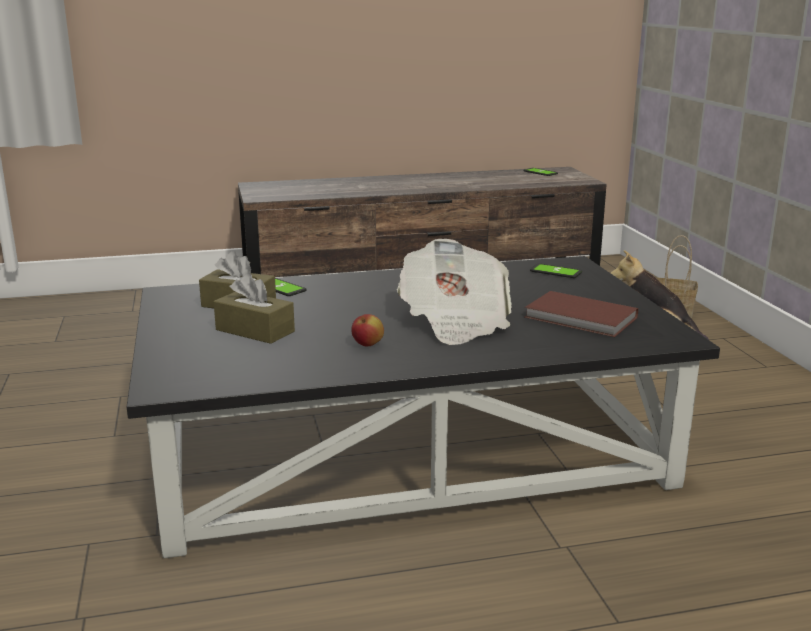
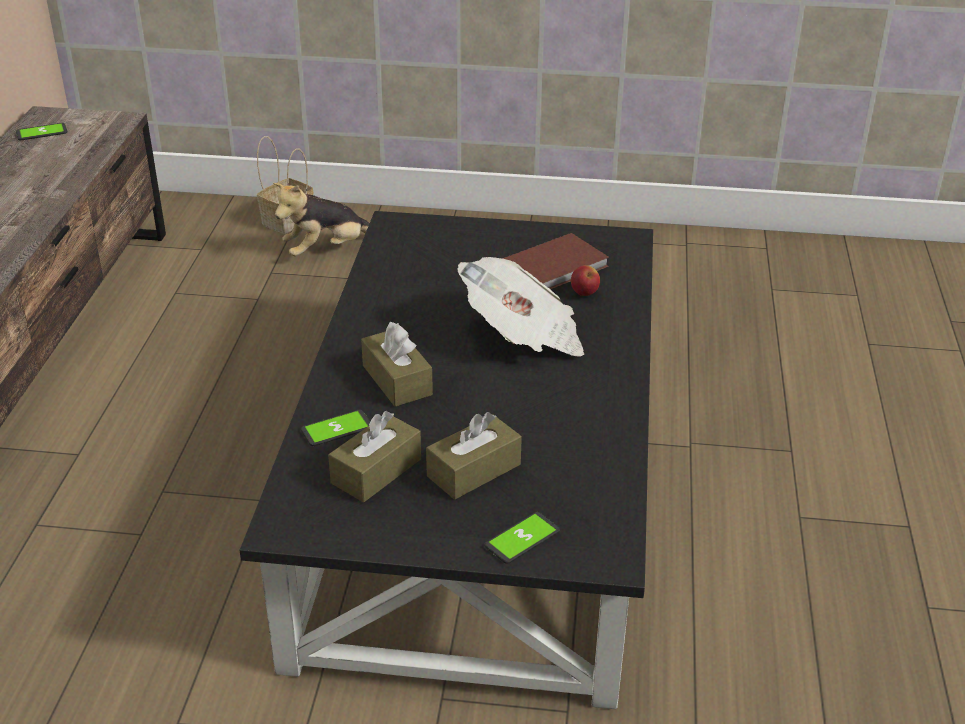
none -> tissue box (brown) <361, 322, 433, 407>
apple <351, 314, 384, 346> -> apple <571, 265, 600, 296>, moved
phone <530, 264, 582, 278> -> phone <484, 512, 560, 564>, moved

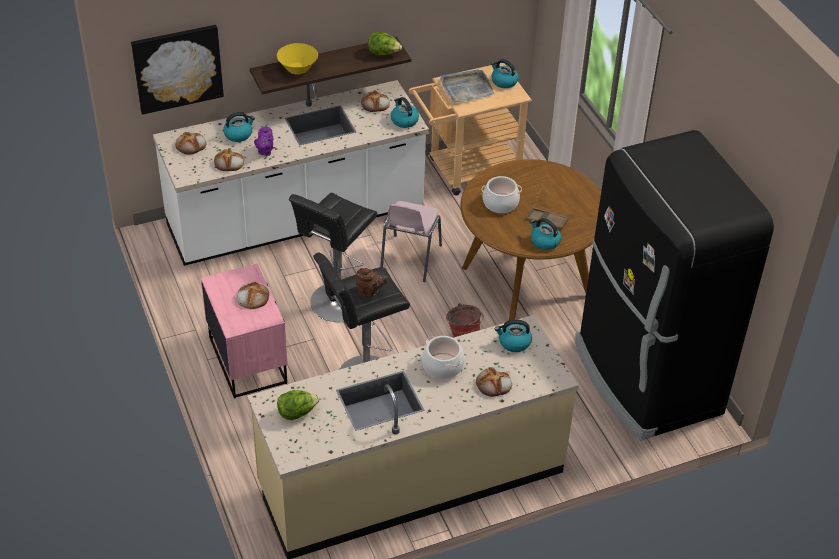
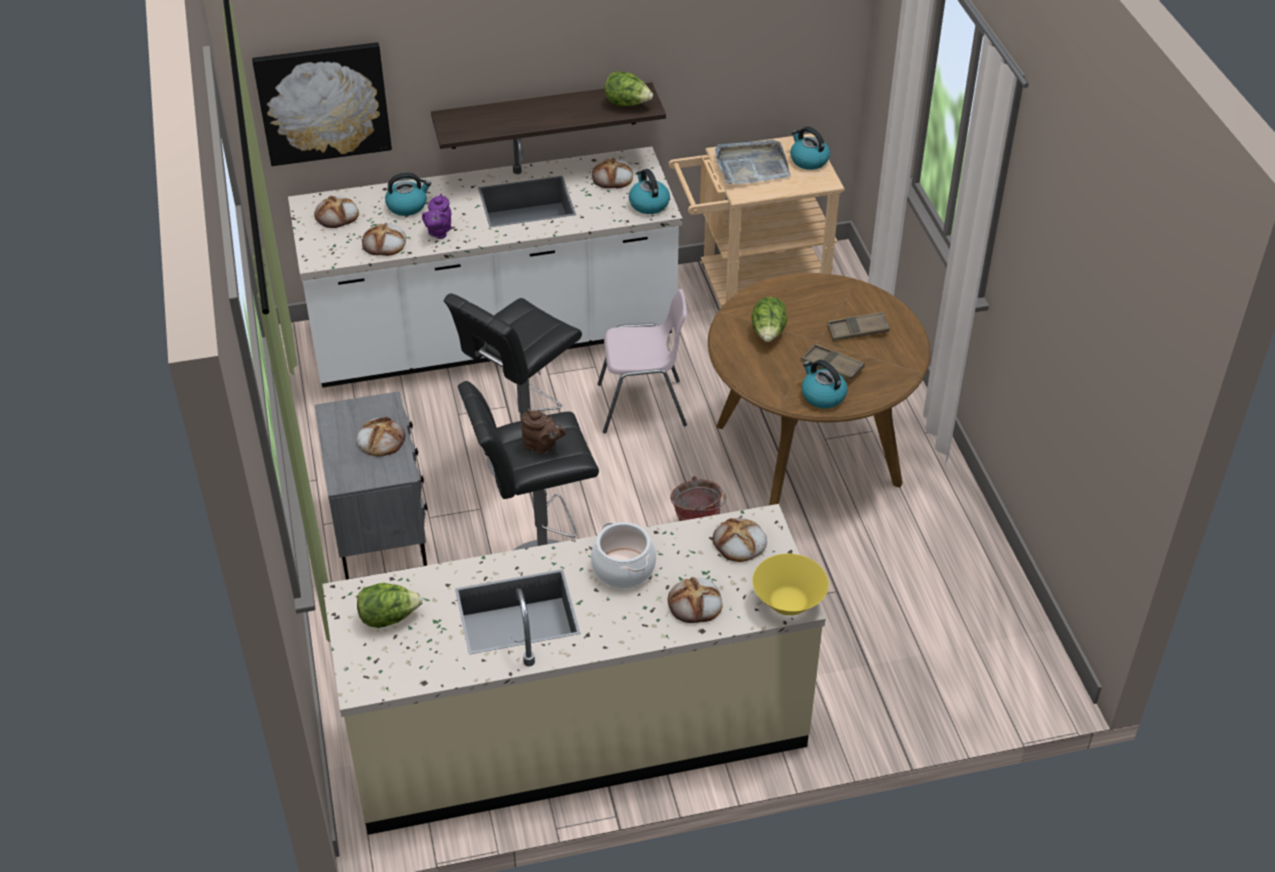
fridge (black) <575, 130, 774, 441> -> none
none -> tray (brown) <827, 312, 890, 341>
bowl (yellow) <277, 43, 318, 75> -> bowl (yellow) <752, 554, 829, 616>, moved
cooking pot <482, 176, 522, 213> -> lettuce <752, 297, 787, 342>
kettle <494, 319, 532, 352> -> bread <713, 518, 767, 562>
nightstand (pink) <201, 264, 287, 399> -> nightstand (grey) <315, 391, 427, 580>
chair (pink) <380, 201, 442, 282> -> chair (pink) <597, 289, 687, 433>, 120 degrees counterclockwise

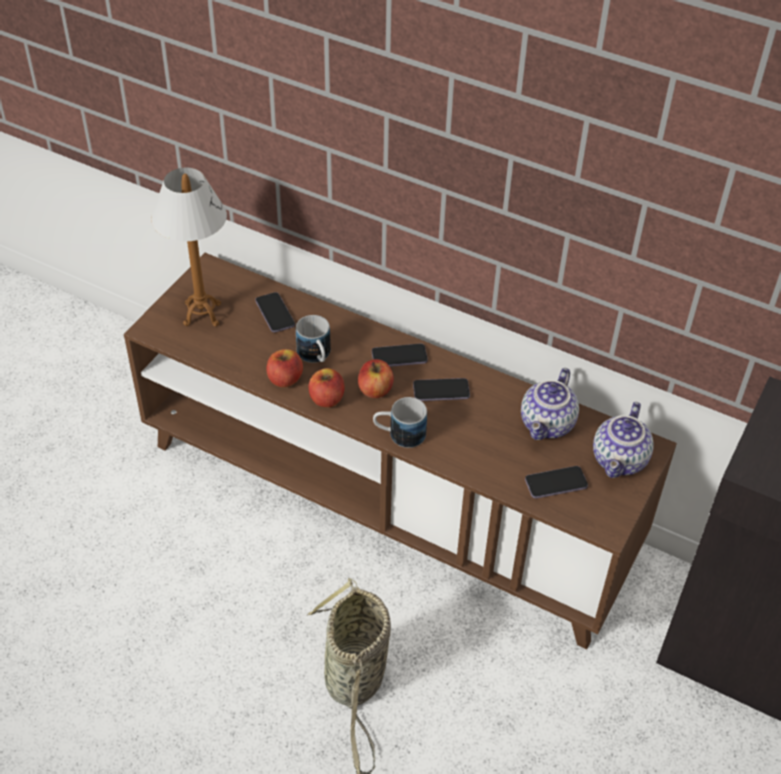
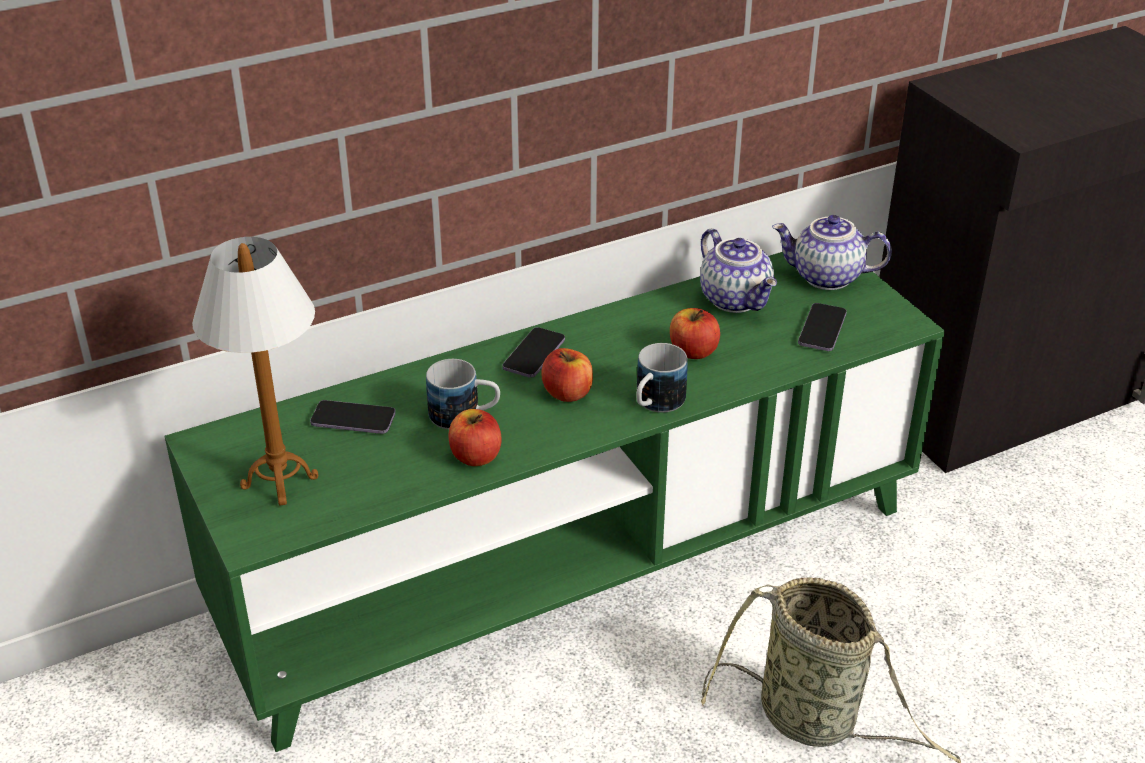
phone <413, 378, 470, 401> -> none
apple <308, 368, 345, 408> -> apple <670, 308, 720, 359>, moved
tv stand (brown) <124, 253, 677, 649> -> tv stand (green) <164, 252, 945, 752>
teapot <593, 402, 654, 478> -> teapot <772, 215, 892, 290>, 135 degrees clockwise

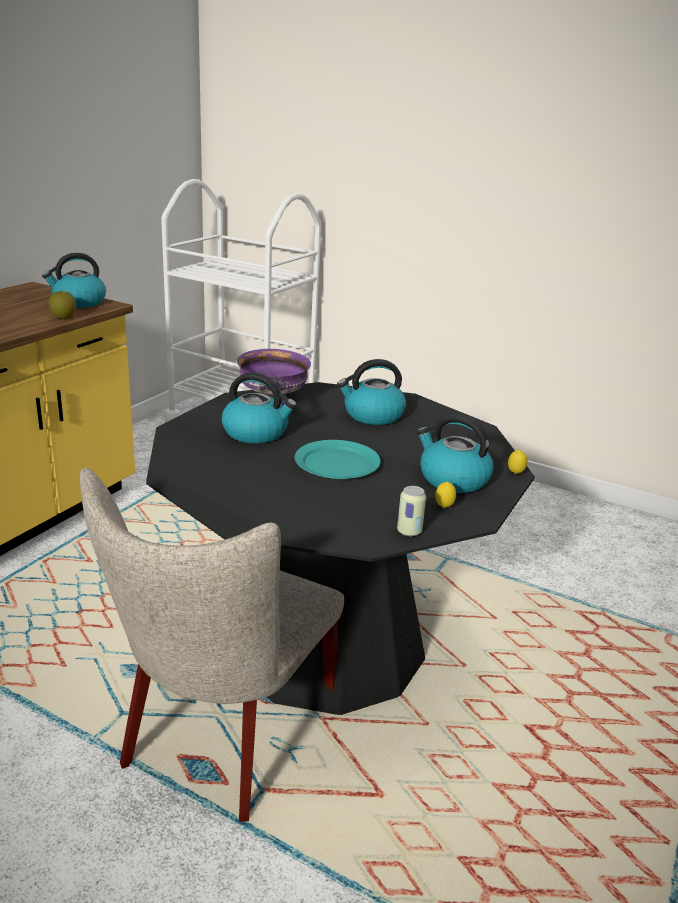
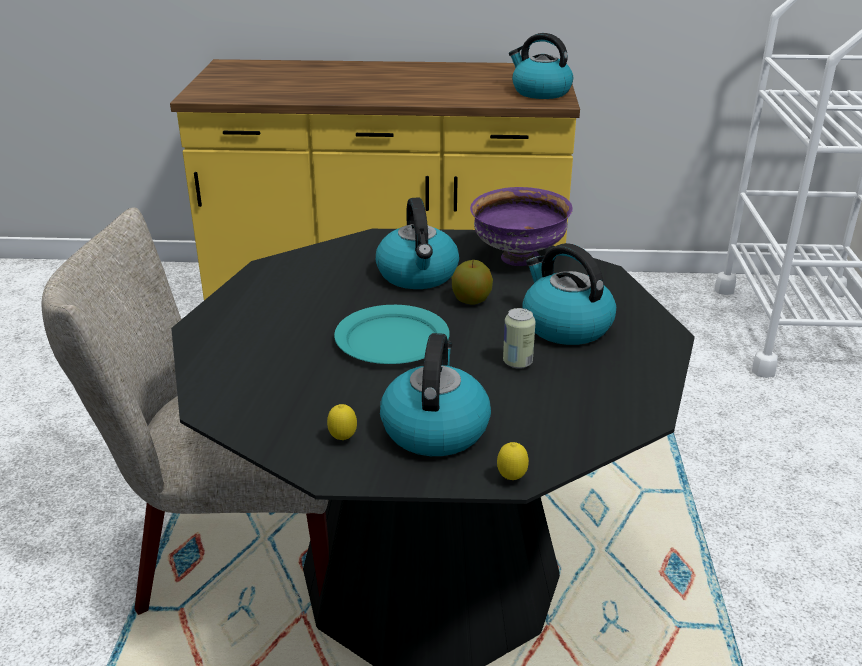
apple <49, 290, 76, 319> -> apple <452, 260, 493, 305>, moved
can <397, 486, 426, 536> -> can <503, 308, 536, 369>, moved

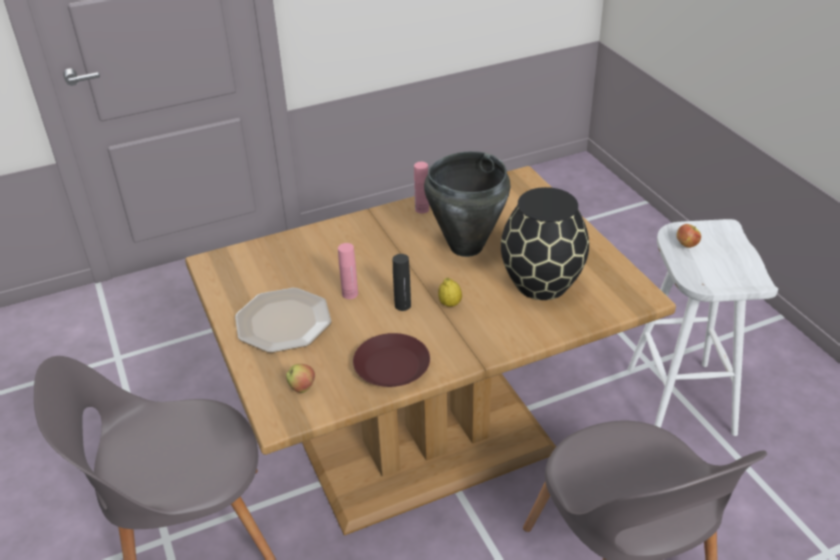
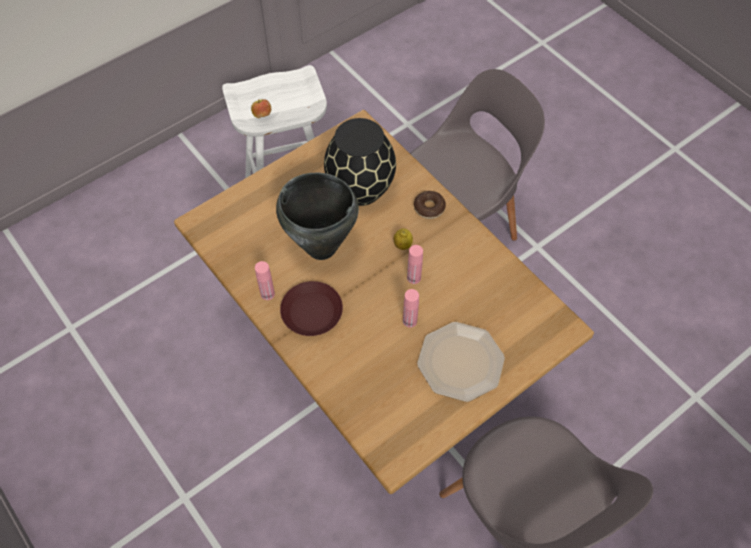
apple <286, 364, 315, 393> -> none
none -> donut <414, 191, 446, 219>
plate (brown) <353, 333, 430, 387> -> plate (brown) <280, 281, 343, 336>, moved
bottle (black) <393, 254, 411, 311> -> bottle (pink) <407, 245, 423, 284>

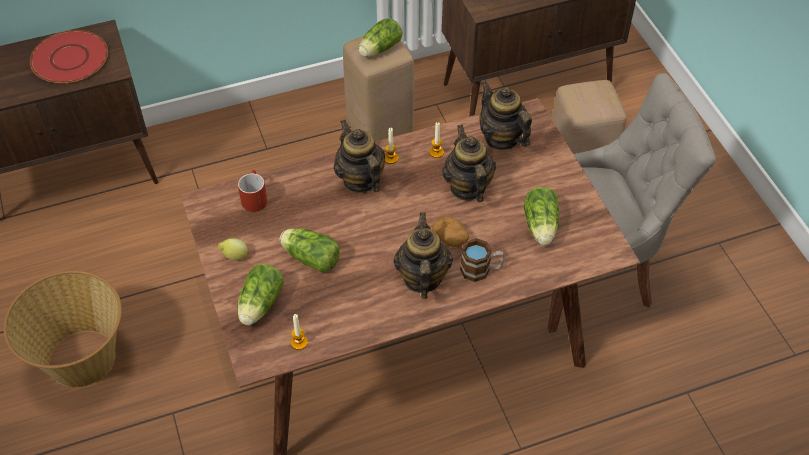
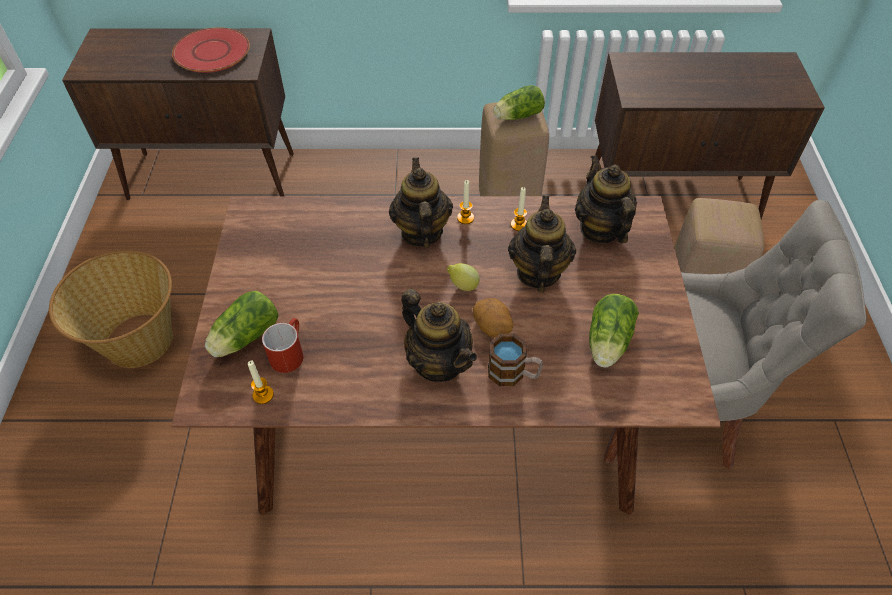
lettuce <279, 228, 340, 273> -> none
lemon <218, 238, 248, 261> -> lemon <447, 263, 480, 291>, moved
mug (red) <238, 170, 267, 212> -> mug (red) <262, 318, 303, 373>, moved
teapot <394, 212, 453, 299> -> teapot <401, 289, 477, 382>, 120 degrees clockwise

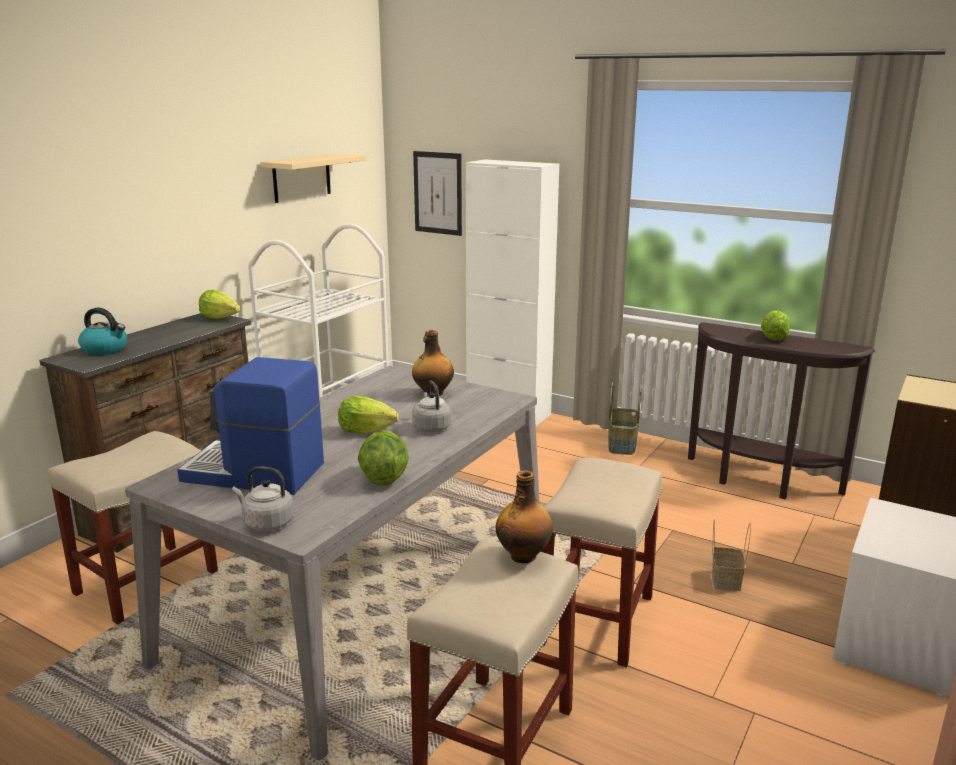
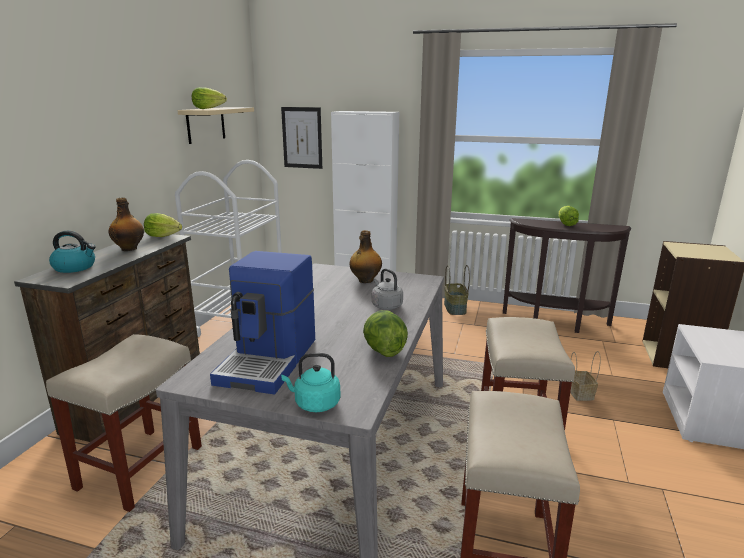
lettuce <338, 396, 399, 434> -> lettuce <192, 87, 227, 109>, moved
bottle <496, 470, 553, 563> -> bottle <109, 198, 144, 251>, moved
kettle (grey) <232, 466, 294, 531> -> kettle (turquoise) <281, 353, 340, 412>
coffee machine <177, 357, 324, 495> -> coffee machine <210, 251, 315, 395>, 75 degrees counterclockwise

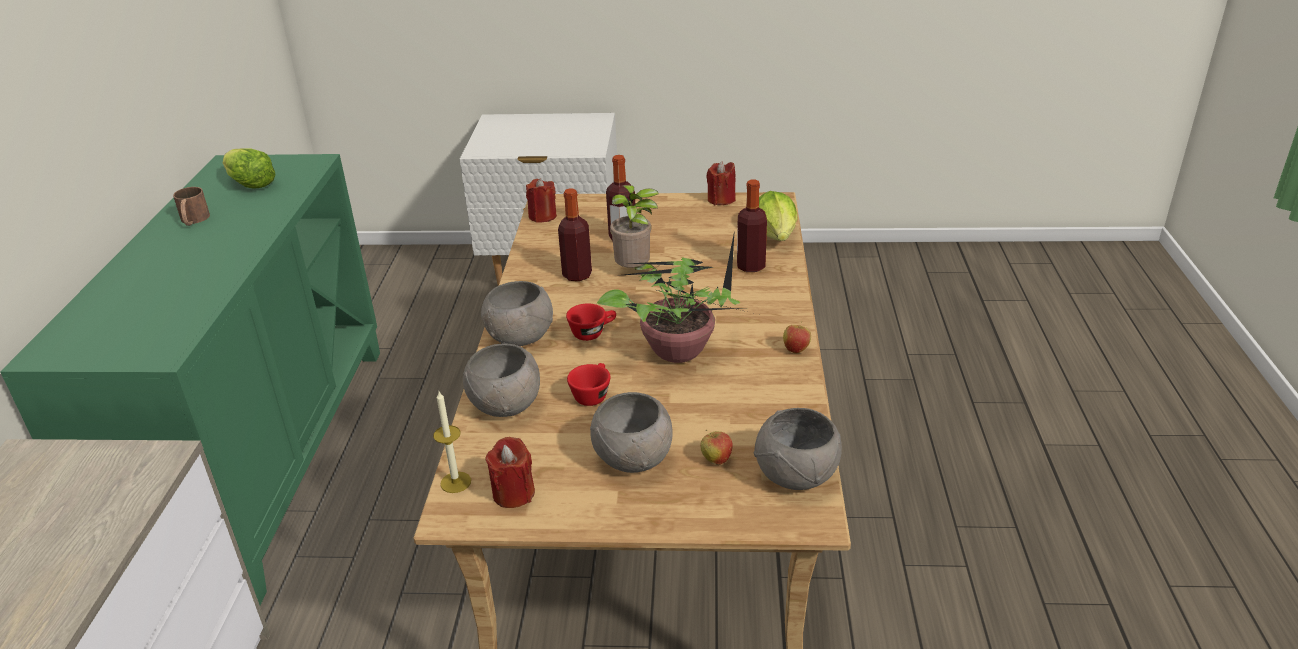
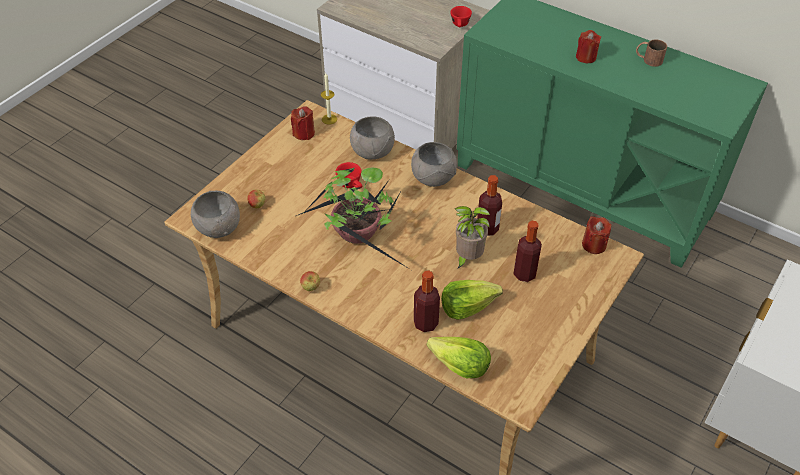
bowl (grey) <590, 392, 673, 473> -> none
lettuce <223, 148, 275, 189> -> lettuce <441, 280, 503, 320>, moved
cup (red) <566, 303, 616, 341> -> cup (red) <450, 6, 472, 27>, moved
candle (red) <706, 161, 736, 205> -> candle (red) <576, 30, 601, 63>, moved

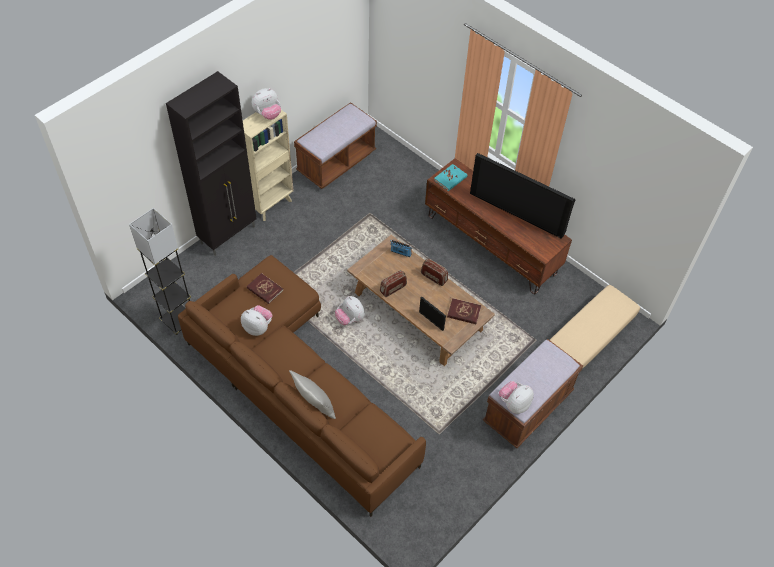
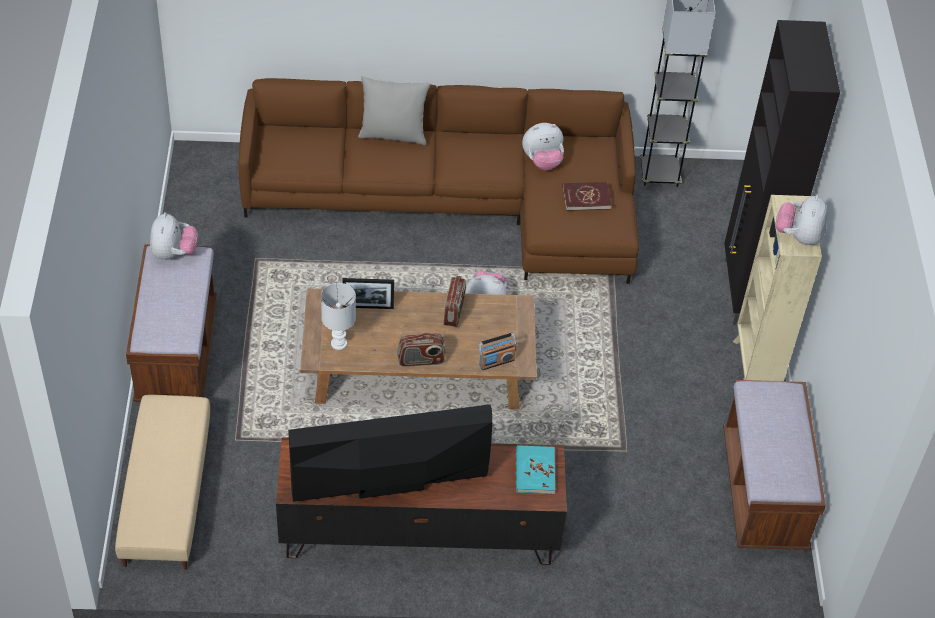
book (red) <447, 298, 481, 324> -> table lamp (white) <321, 283, 356, 350>

